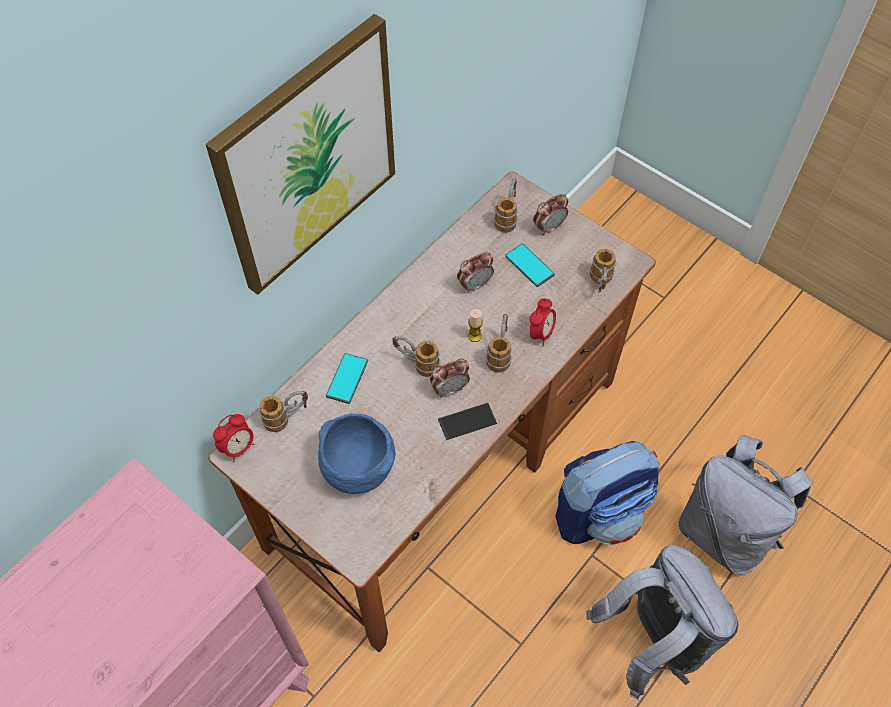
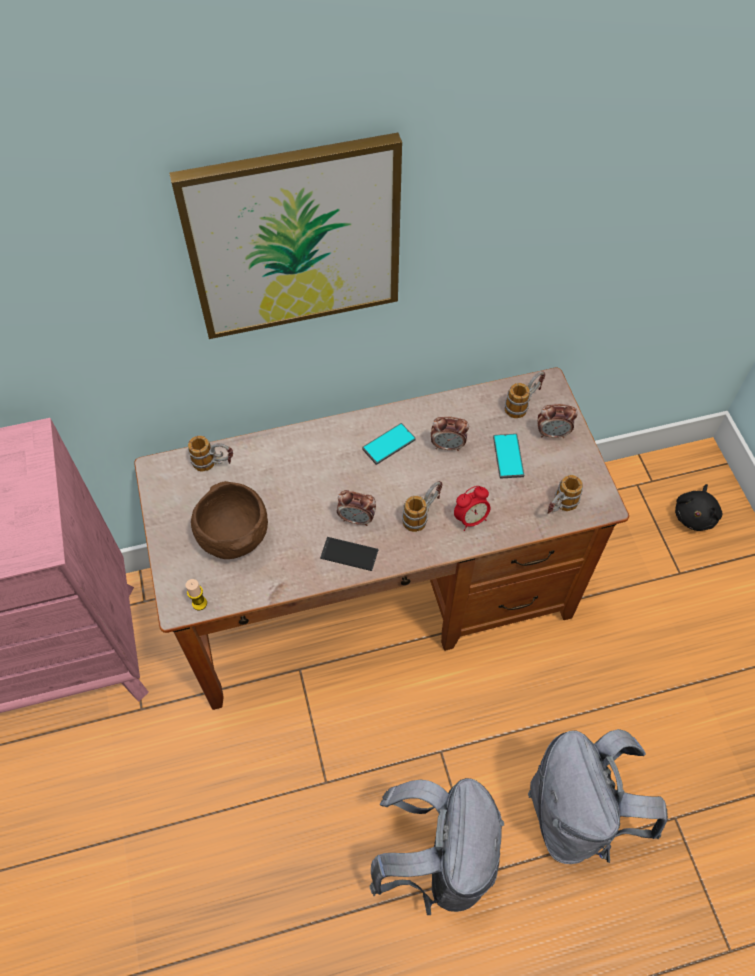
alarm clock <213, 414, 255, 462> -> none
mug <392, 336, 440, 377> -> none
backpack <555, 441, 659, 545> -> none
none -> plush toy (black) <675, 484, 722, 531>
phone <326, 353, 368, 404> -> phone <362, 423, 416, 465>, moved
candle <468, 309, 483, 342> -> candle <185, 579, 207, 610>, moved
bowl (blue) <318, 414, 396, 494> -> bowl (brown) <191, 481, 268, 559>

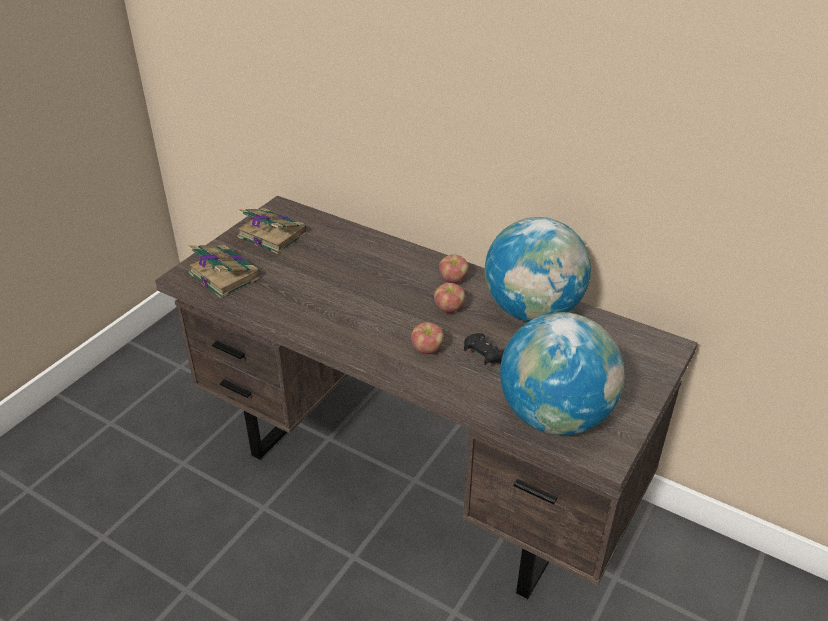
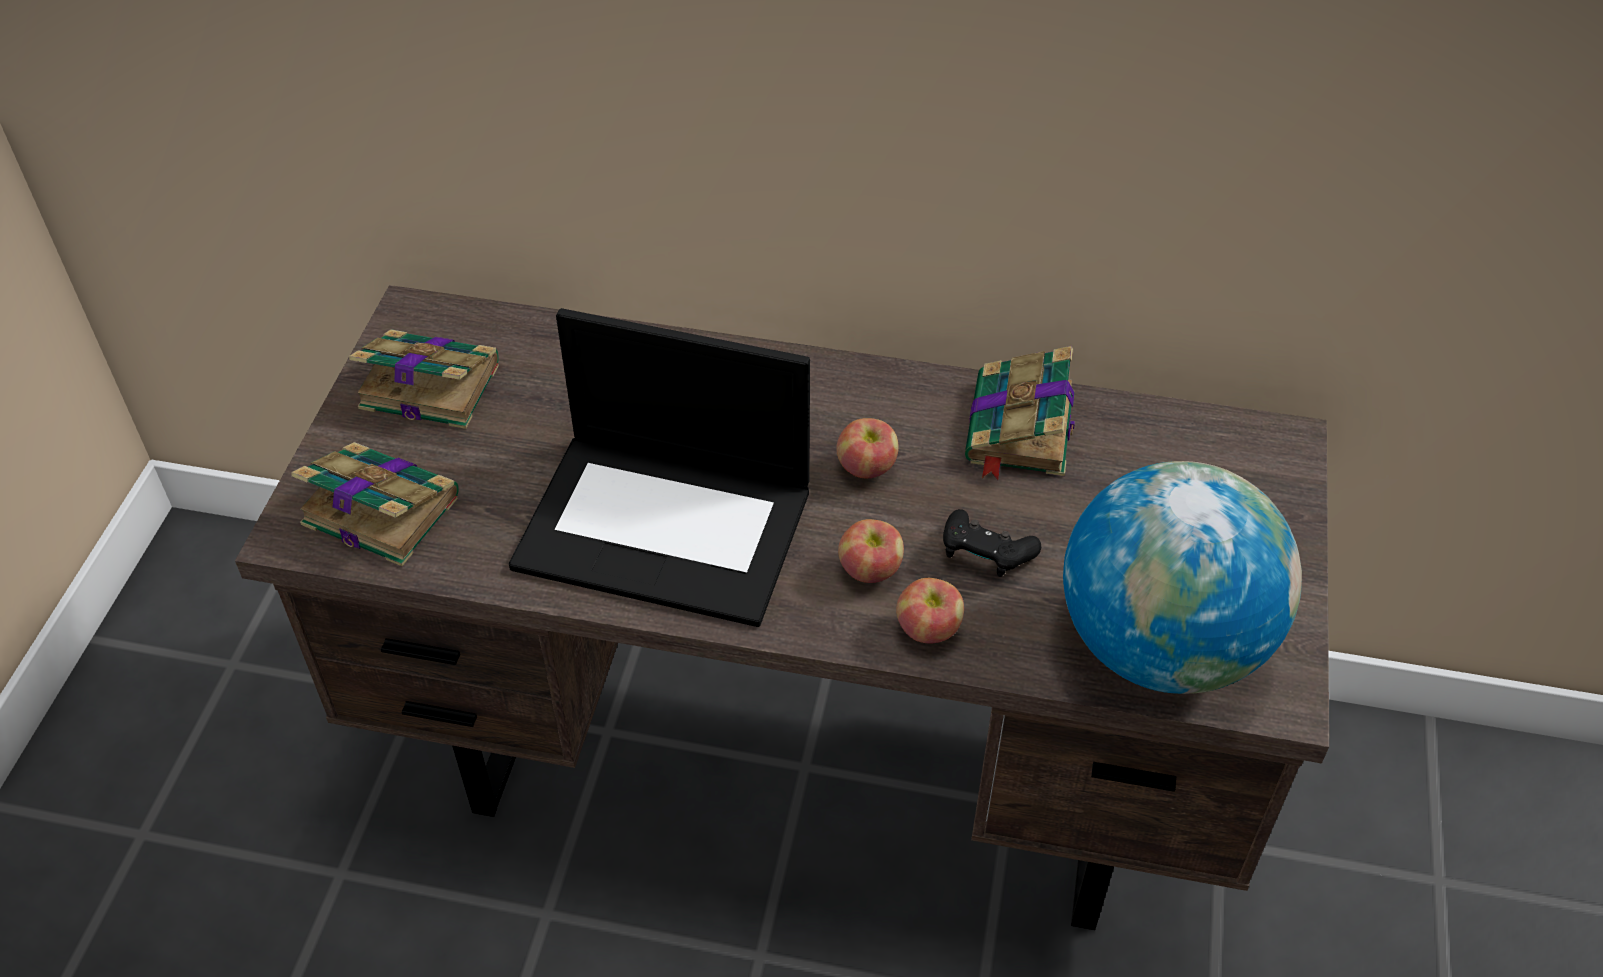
none -> laptop <509, 308, 810, 627>
apple <439, 254, 469, 283> -> apple <896, 578, 964, 644>, moved
globe <485, 217, 591, 322> -> book <965, 346, 1075, 480>

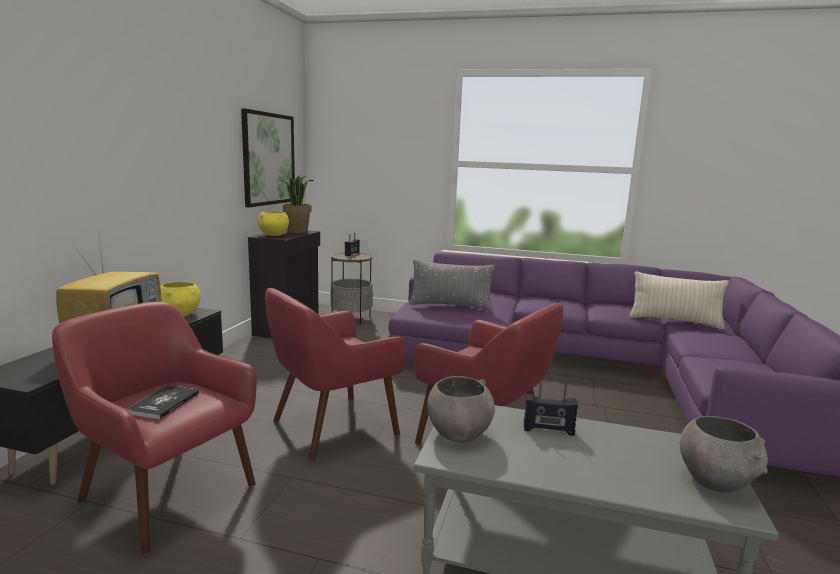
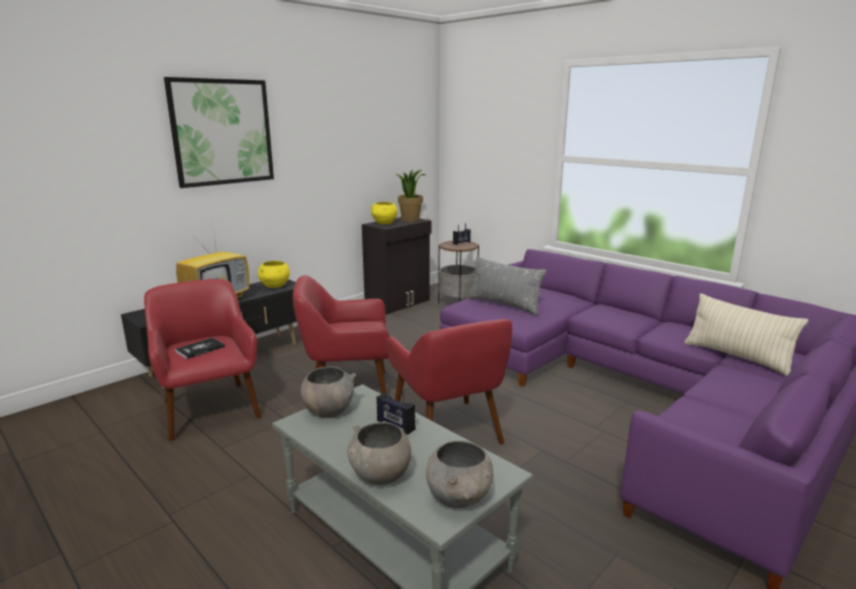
none -> bowl (grey) <347, 422, 411, 485>
picture <241, 108, 295, 207> -> picture <164, 77, 274, 188>, moved

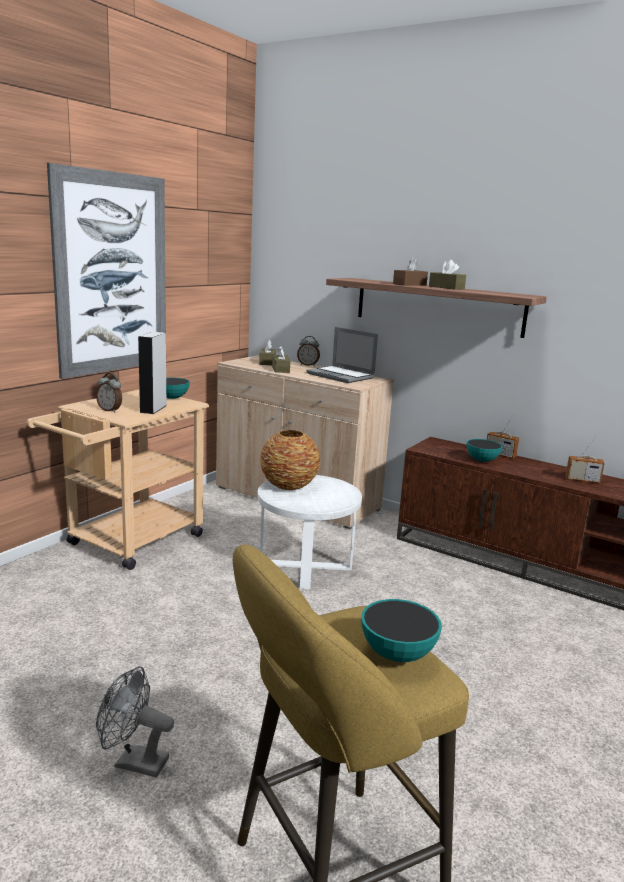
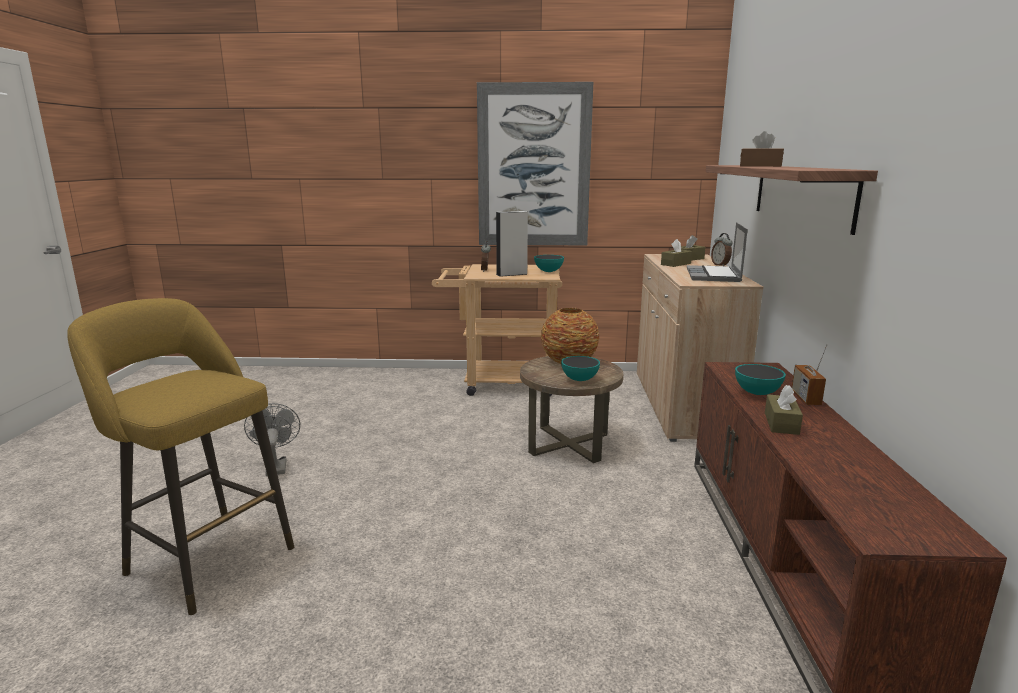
radio <566, 435, 605, 483> -> none
bowl <361, 599, 442, 662> -> bowl <561, 356, 600, 381>, moved
tissue box (brown) <429, 260, 466, 290> -> tissue box (brown) <765, 385, 803, 435>, moved
side table (white) <257, 475, 362, 589> -> side table (brown) <520, 356, 623, 463>

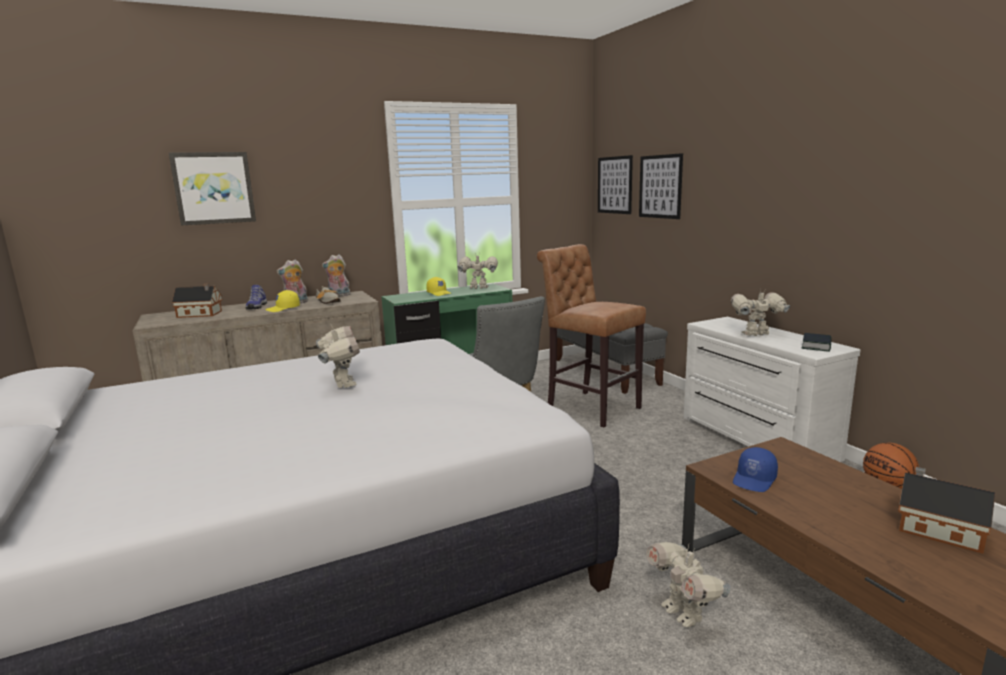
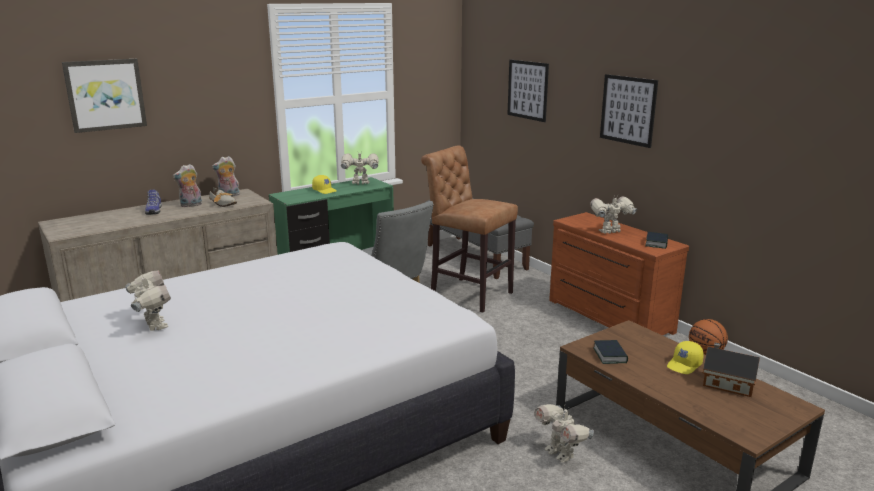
toy house <172, 283, 222, 318> -> none
cap (yellow) <265, 290, 300, 312> -> cap (yellow) <667, 341, 704, 374>, moved
toy robot <316, 325, 360, 388> -> toy robot <126, 271, 171, 331>, moved
picture <598, 155, 633, 214> -> picture <600, 74, 658, 148>, moved
cap (blue) <733, 447, 778, 492> -> book <593, 340, 628, 364>
dresser (white) <684, 317, 861, 462> -> dresser (brown) <549, 212, 689, 335>

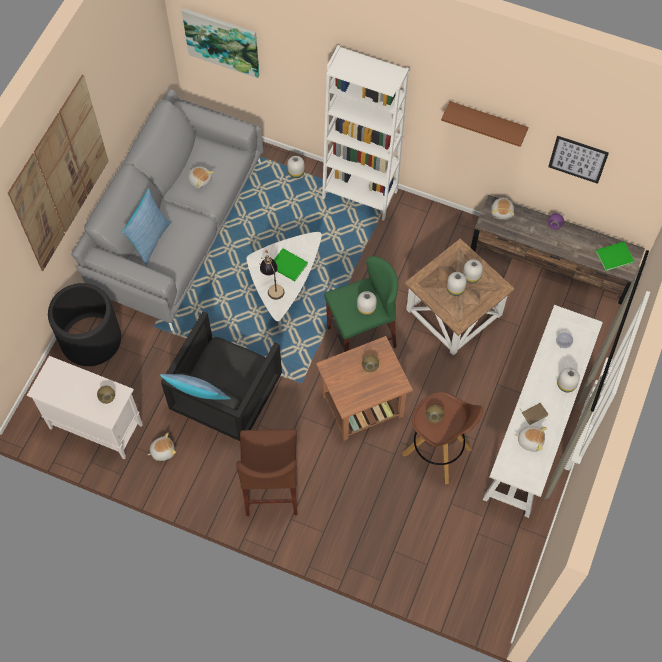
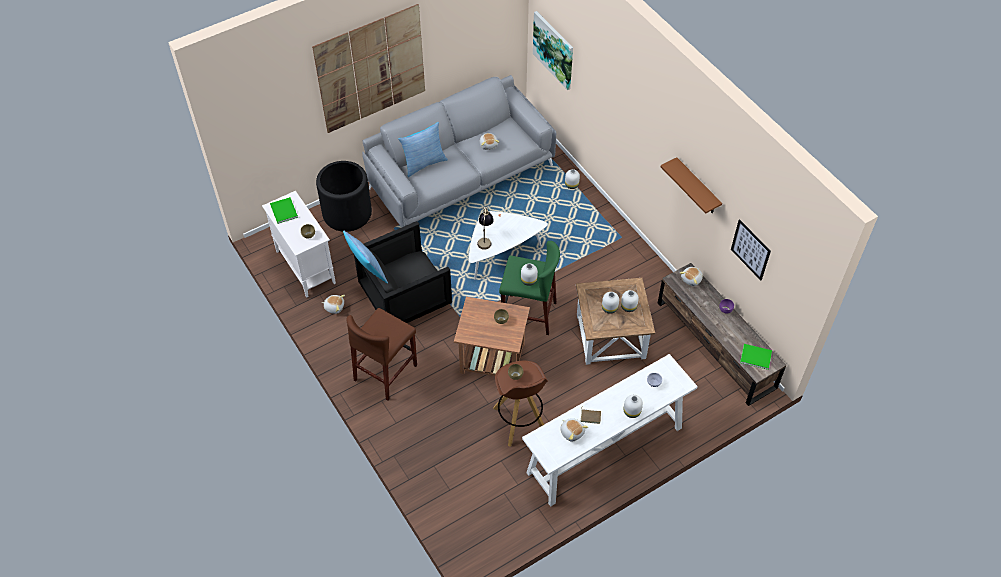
bookcase (white) <322, 45, 409, 221> -> none
book (green) <274, 248, 308, 281> -> book (green) <270, 197, 298, 224>, moved

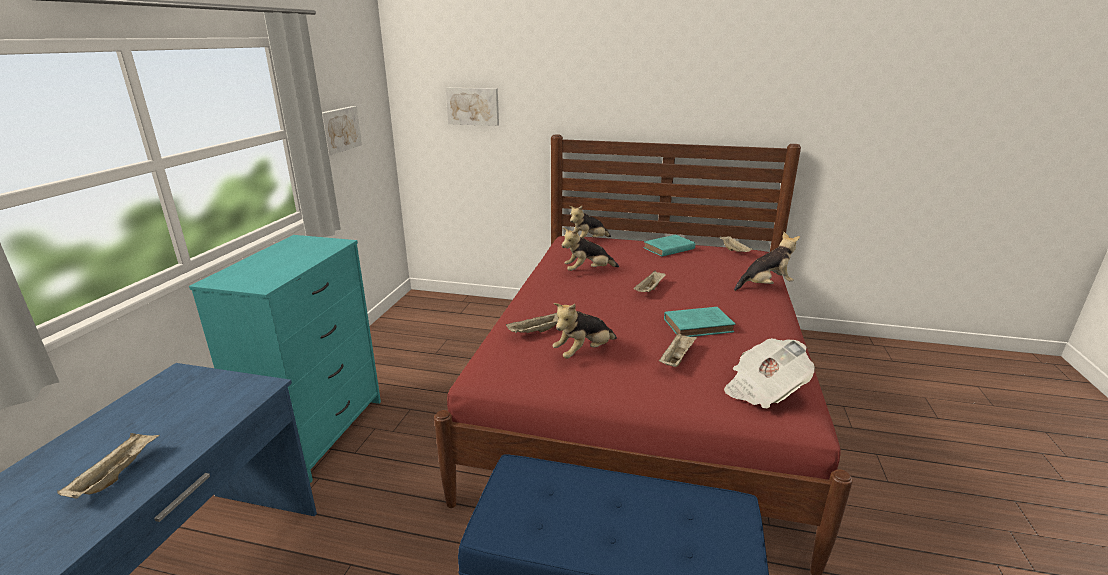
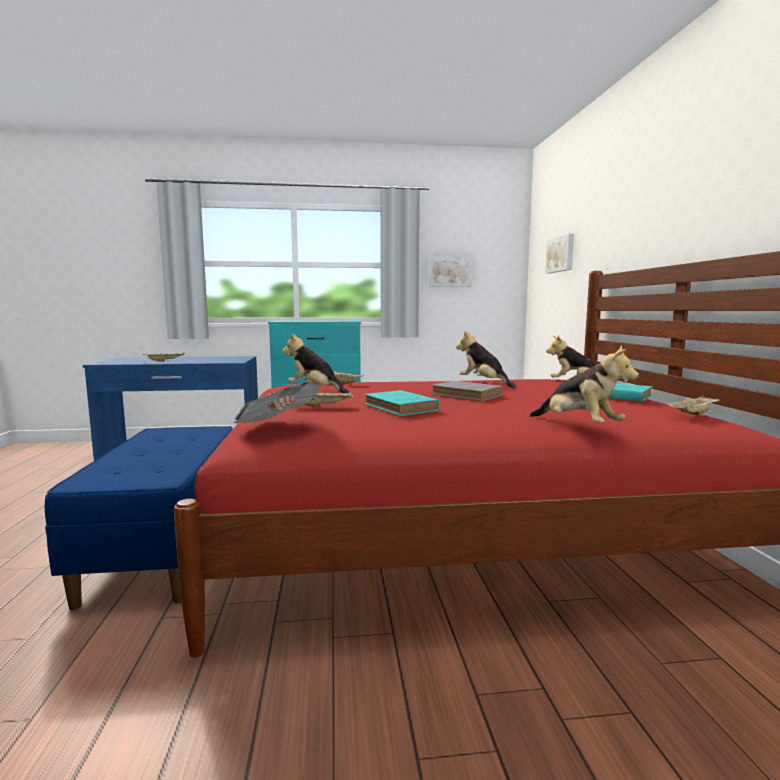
tray (beige) <633, 270, 666, 292> -> book (grey) <432, 381, 503, 401>

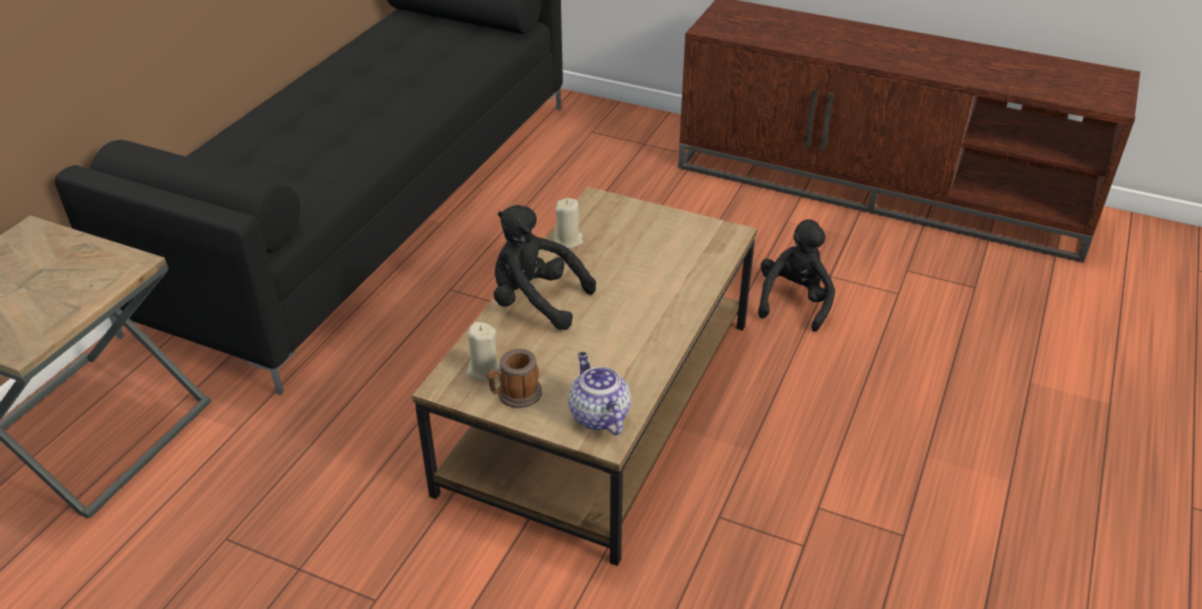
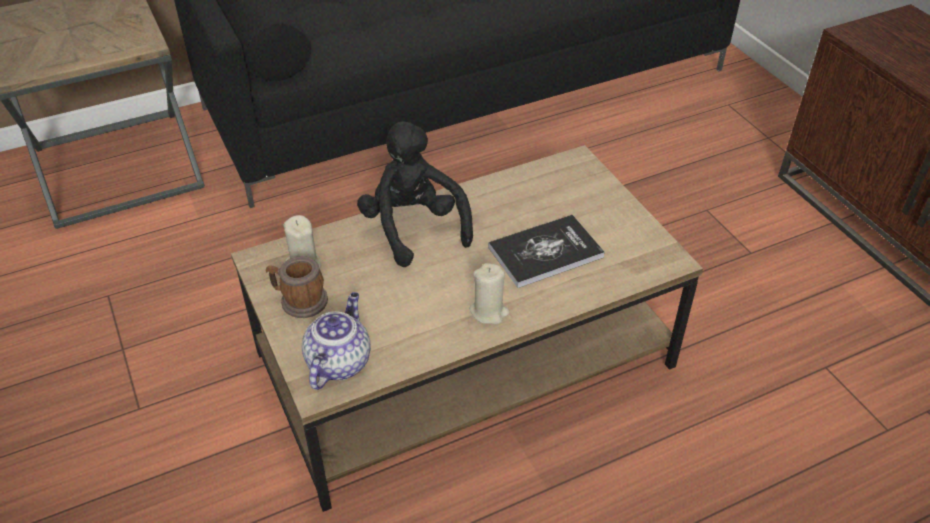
plush toy (black) <758, 219, 835, 332> -> none
none -> book <488, 215, 605, 288>
candle (beige) <554, 198, 583, 248> -> candle (beige) <469, 263, 509, 324>, moved

